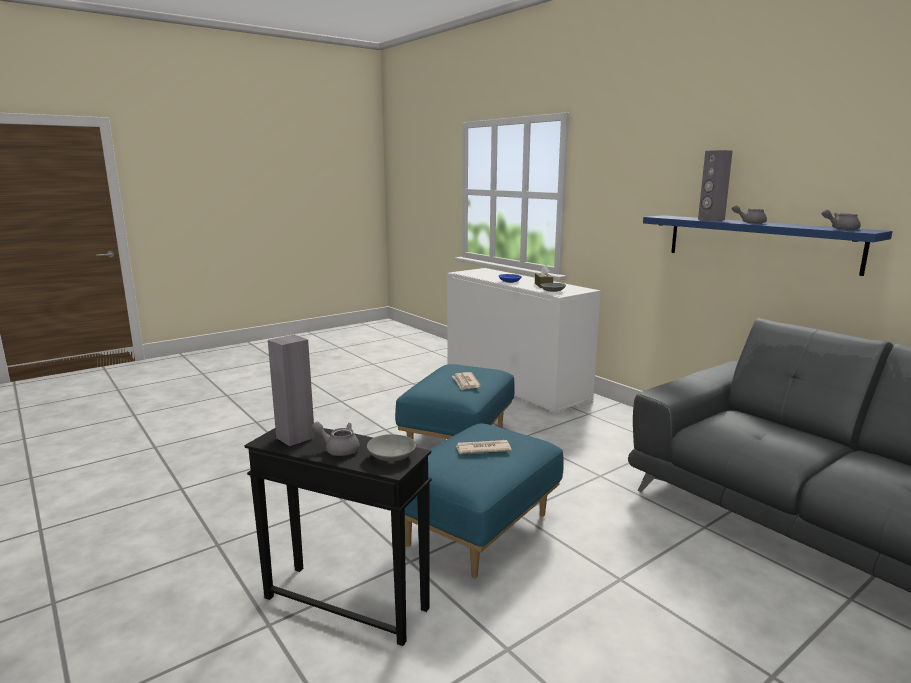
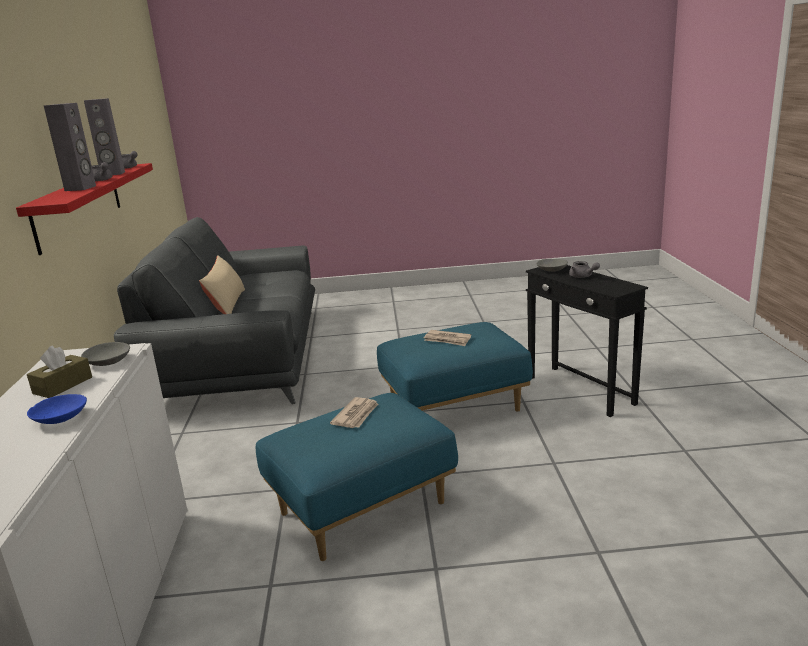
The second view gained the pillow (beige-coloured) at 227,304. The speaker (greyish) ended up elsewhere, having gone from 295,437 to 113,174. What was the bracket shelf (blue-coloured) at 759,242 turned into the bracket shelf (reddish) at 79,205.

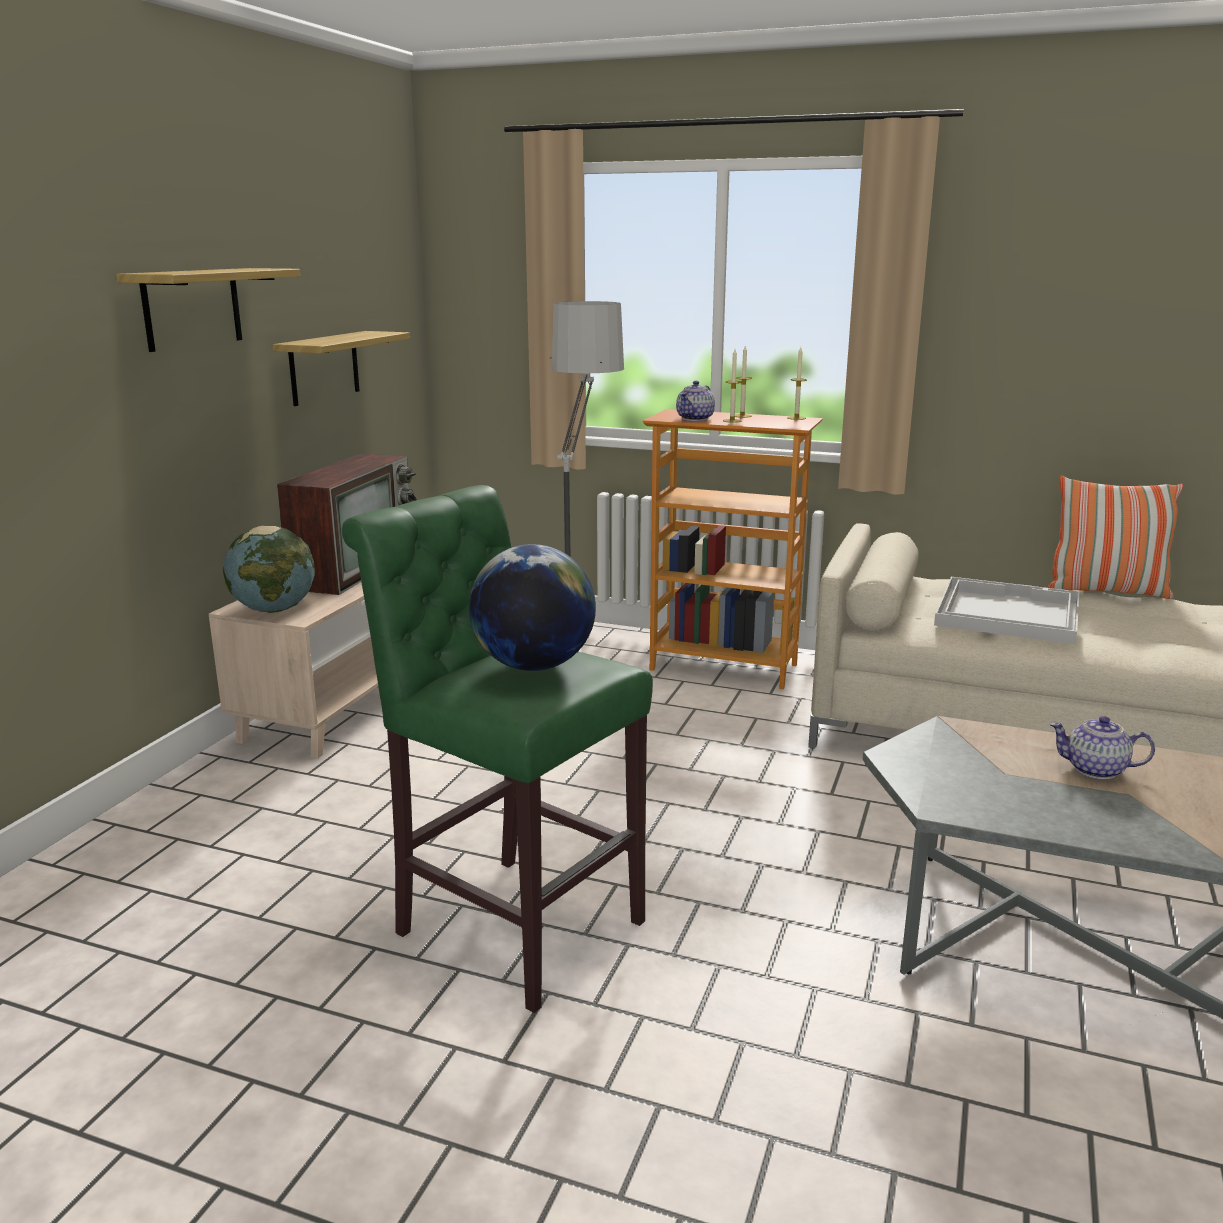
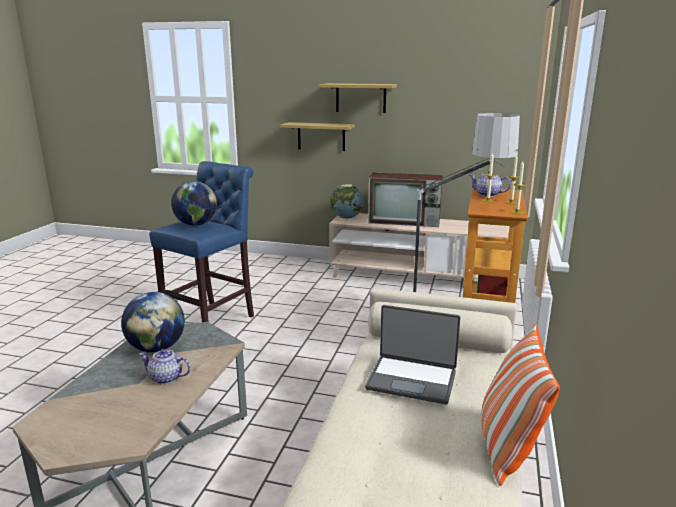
The second view gained the globe at 156,348. The bracket shelf ended up elsewhere, having gone from 324,367 to 321,136. Where the serving tray (whitish) stood at 1006,613, the laptop came to stand at 412,379. What was the stool seat (green-coloured) at 510,923 turned into the stool seat (blue-coloured) at 213,320. The pot for tea at 1096,770 ended up facing another way, 90 degrees counterclockwise from before.

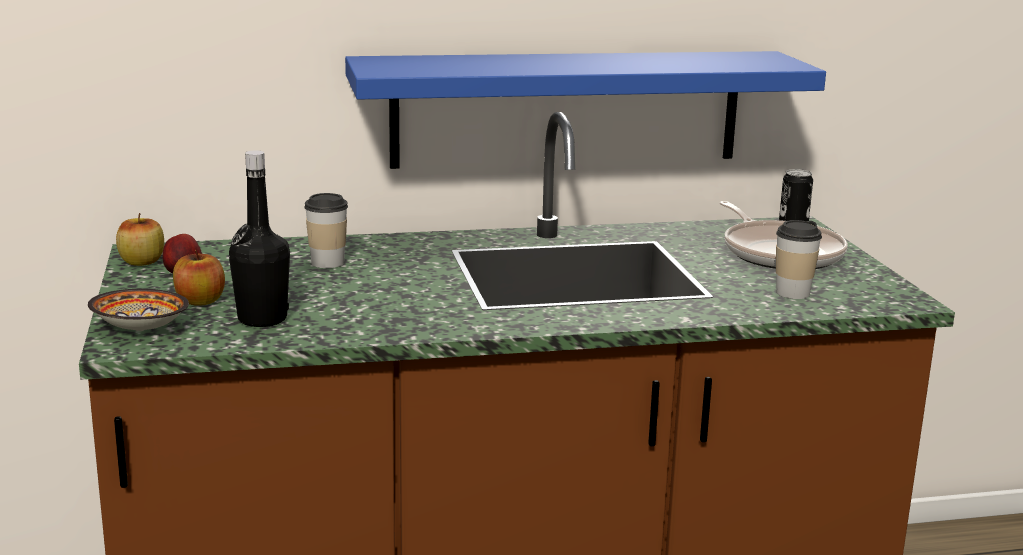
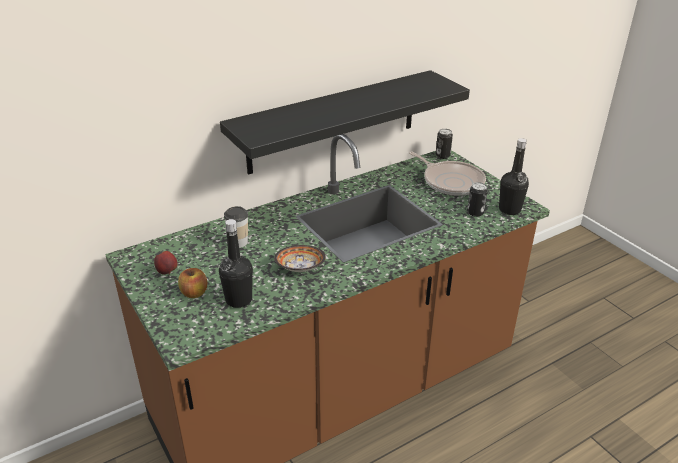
The second view lost the apple at 141,262. The second view gained the drink bottle (blackish) at 509,209. The bowl ended up elsewhere, having gone from 141,330 to 301,269. Where the small cup stood at 792,293, the can came to stand at 475,212. What was the bracket shelf (blue-coloured) at 567,108 turned into the bracket shelf (blackish) at 333,122.

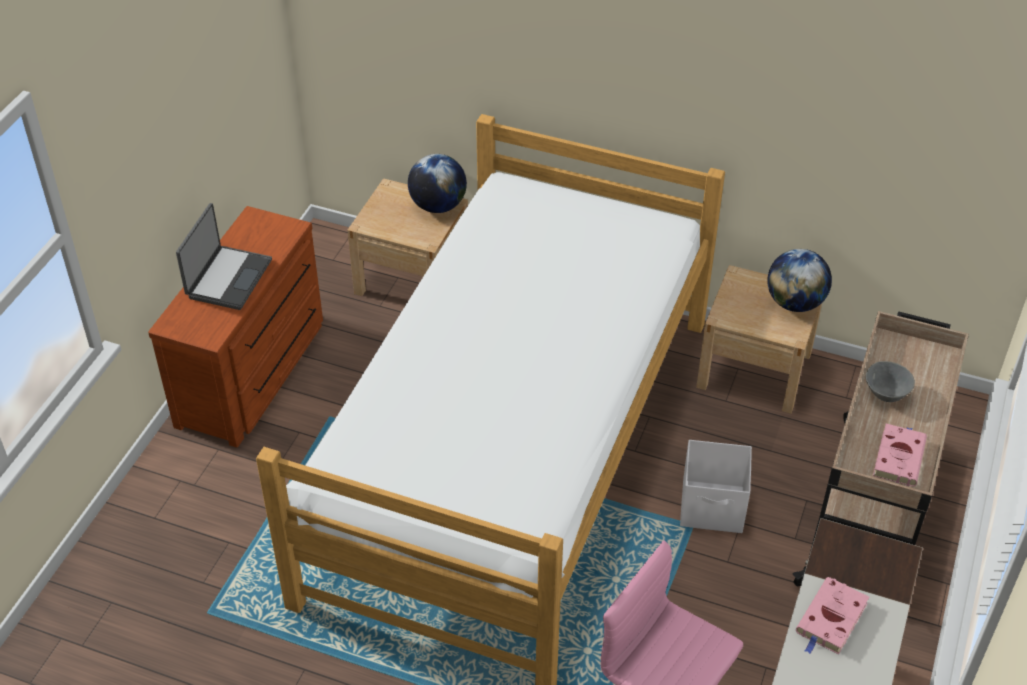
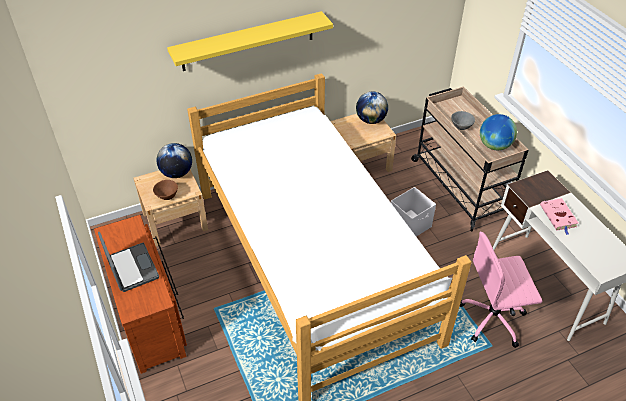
The second view gained the bowl (brown-coloured) at 167,195. The second view gained the bracket shelf (yellow) at 248,41. Where the book (pinkish) stood at 898,456, the globe came to stand at 494,145.

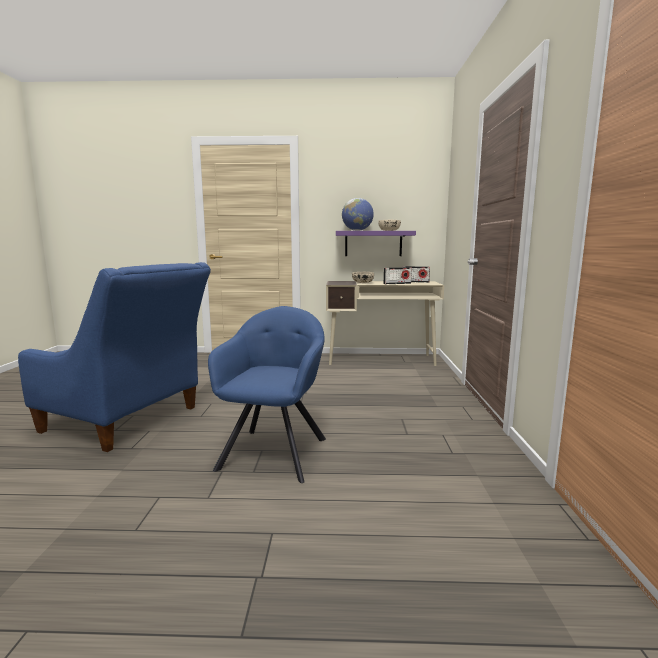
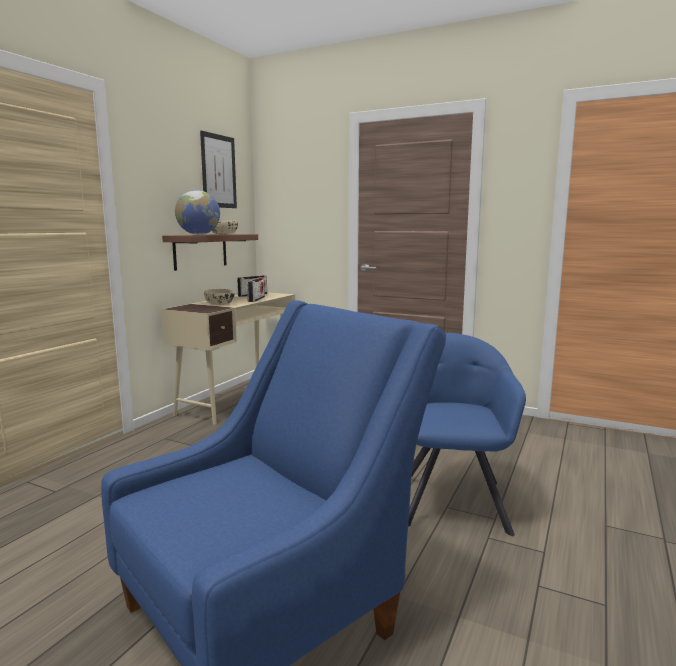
The second view gained the picture at 218,171. What was the bracket shelf (purplish) at 373,243 turned into the bracket shelf (brown-coloured) at 200,251. The lounge chair (blue-coloured) at 275,451 ended up facing another way, 60 degrees clockwise from before.

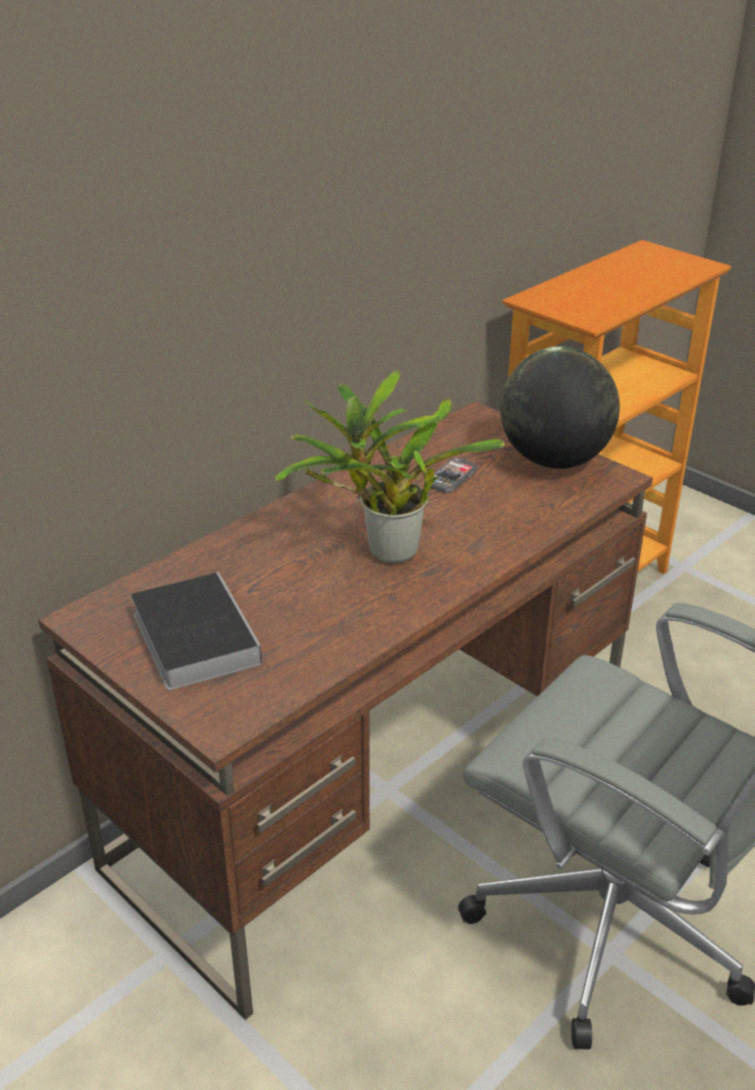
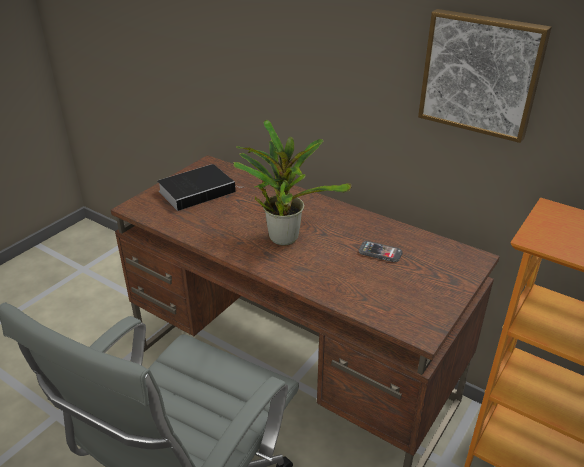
The second view lost the globe at 554,460. The second view gained the picture at 481,74.

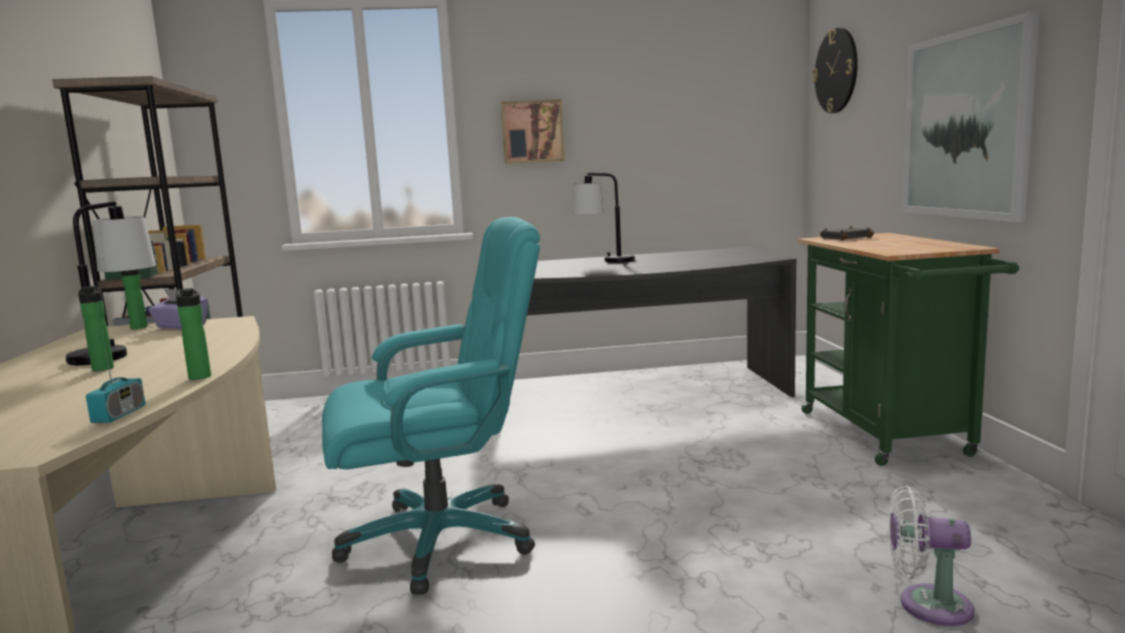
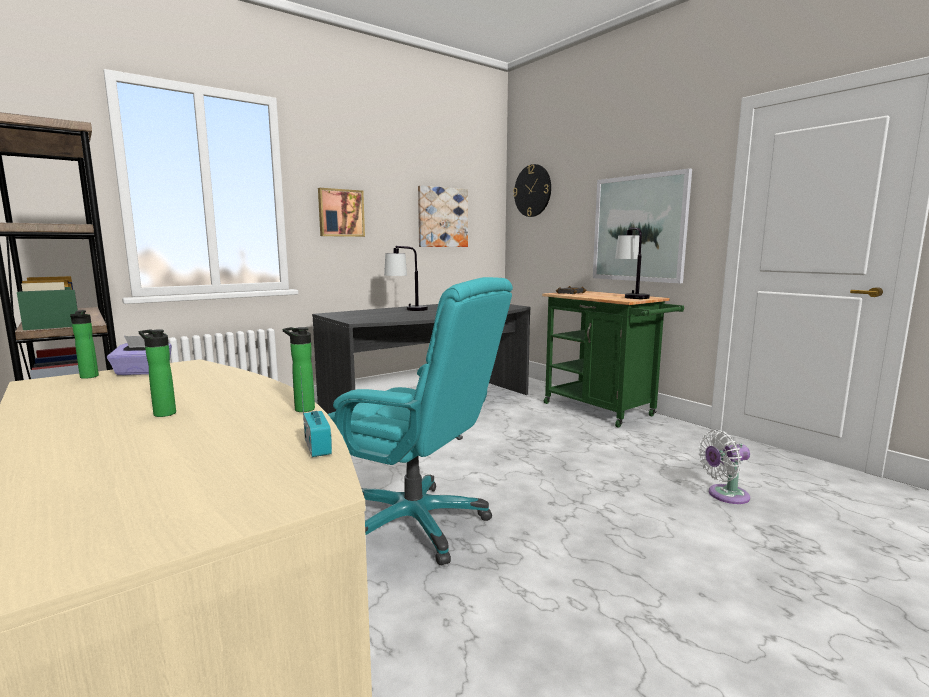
The second view gained the picture at 442,217. The tabletop lamp ended up elsewhere, having gone from 118,352 to 630,297. The desk chair (blue-green) at 441,540 ended up facing another way, 75 degrees clockwise from before.

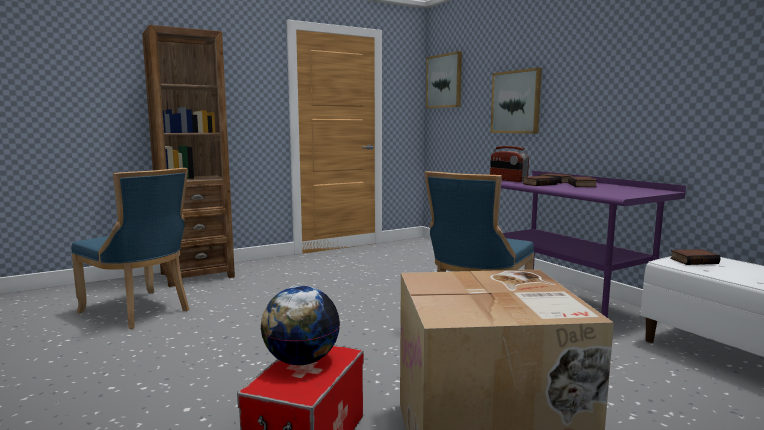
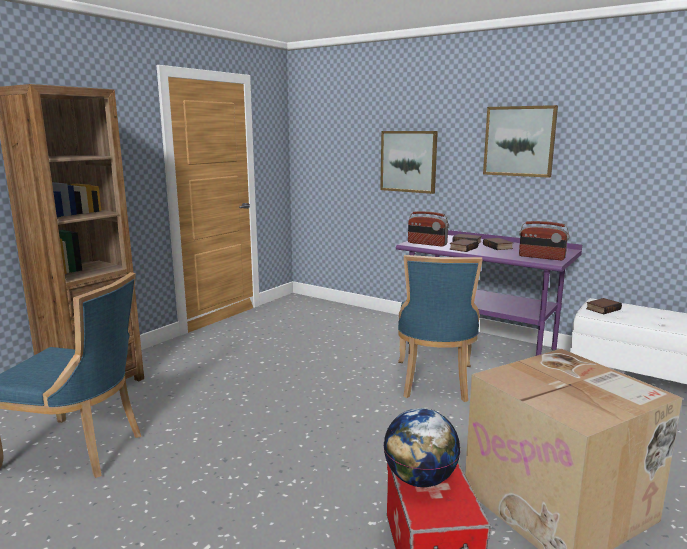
The second view gained the radio set at 541,257. The picture ended up elsewhere, having gone from 444,81 to 519,141.

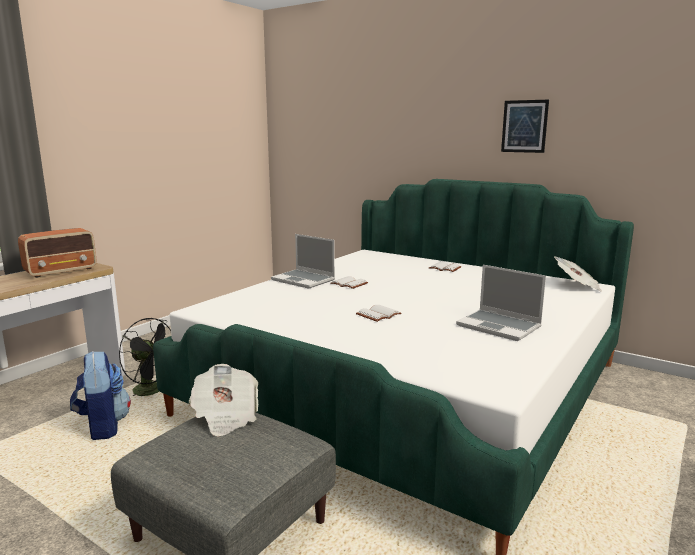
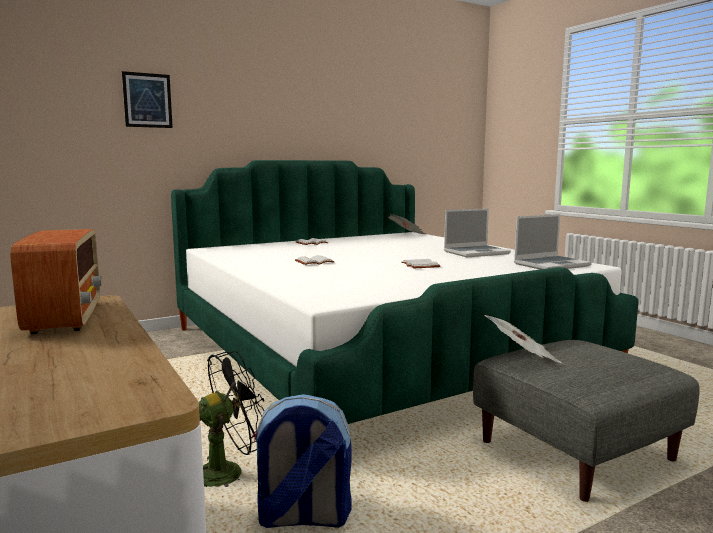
The laptop ended up elsewhere, having gone from 304,280 to 551,265. The picture ended up elsewhere, having gone from 524,126 to 147,100.

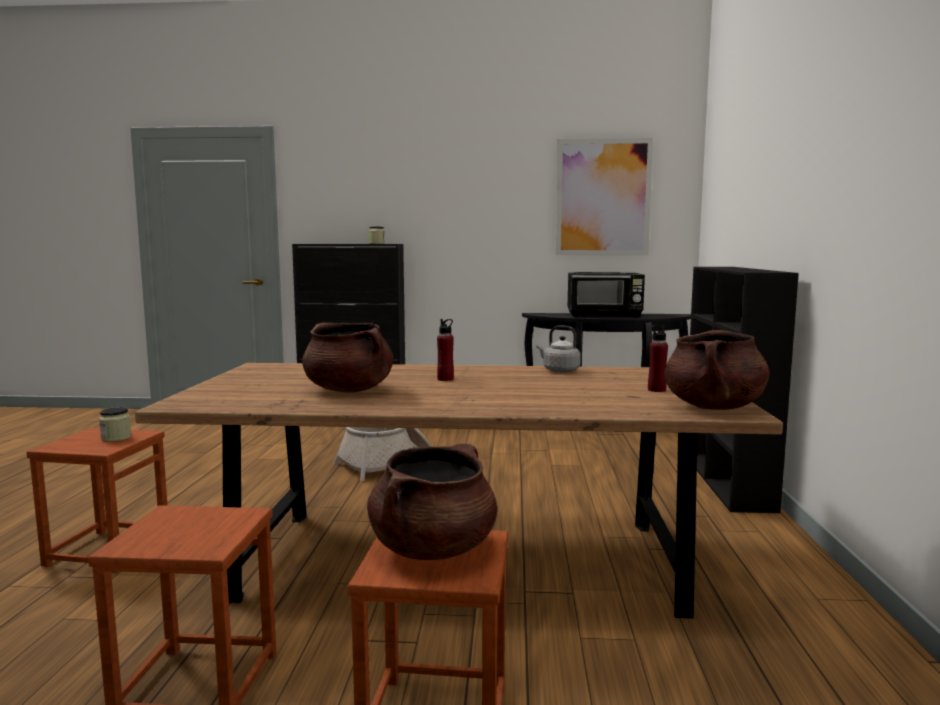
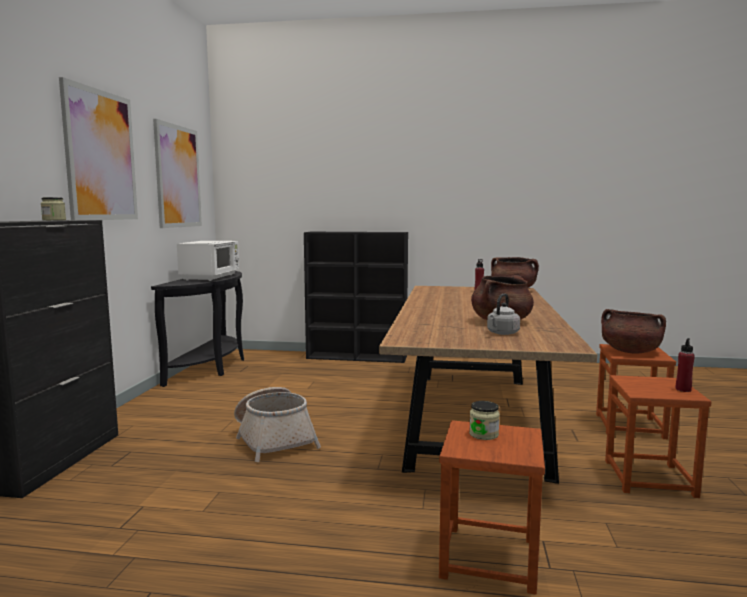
The second view gained the picture at 100,156. The drink bottle (reddish) ended up elsewhere, having gone from 445,379 to 683,389. The water kettle (greyish) ended up elsewhere, having gone from 559,370 to 502,333. What was the microwave oven (blackish) at 604,316 turned into the microwave oven (whitish) at 211,277.

